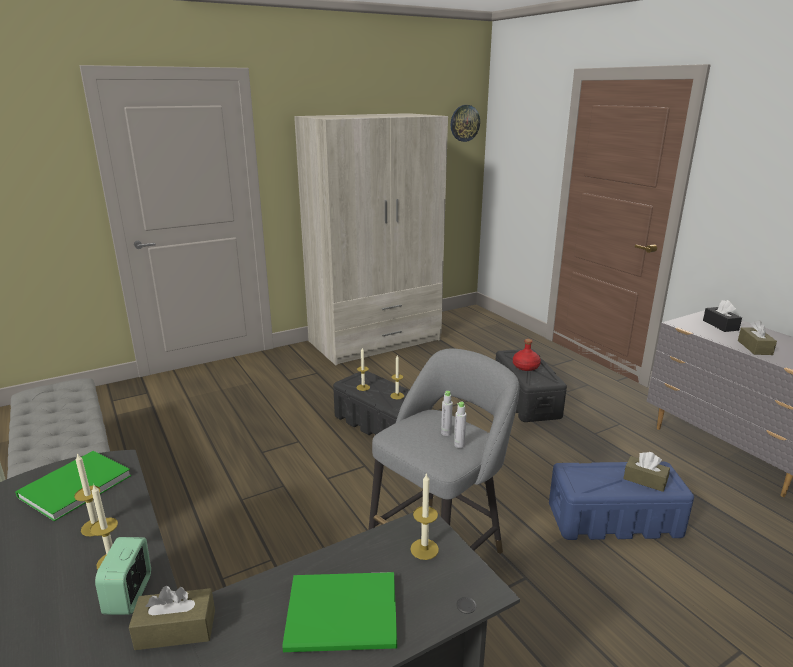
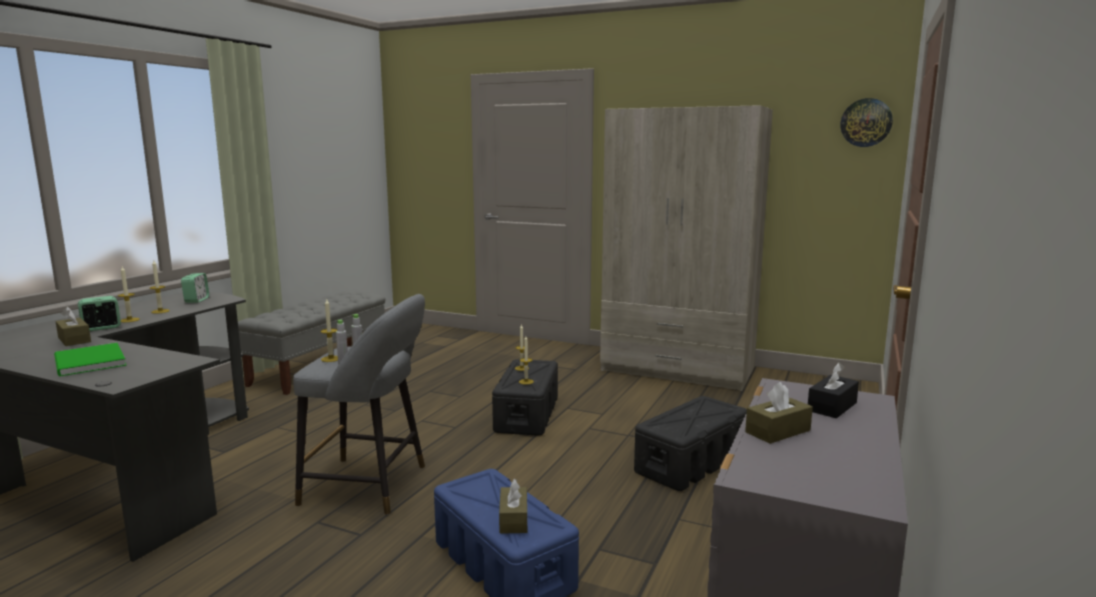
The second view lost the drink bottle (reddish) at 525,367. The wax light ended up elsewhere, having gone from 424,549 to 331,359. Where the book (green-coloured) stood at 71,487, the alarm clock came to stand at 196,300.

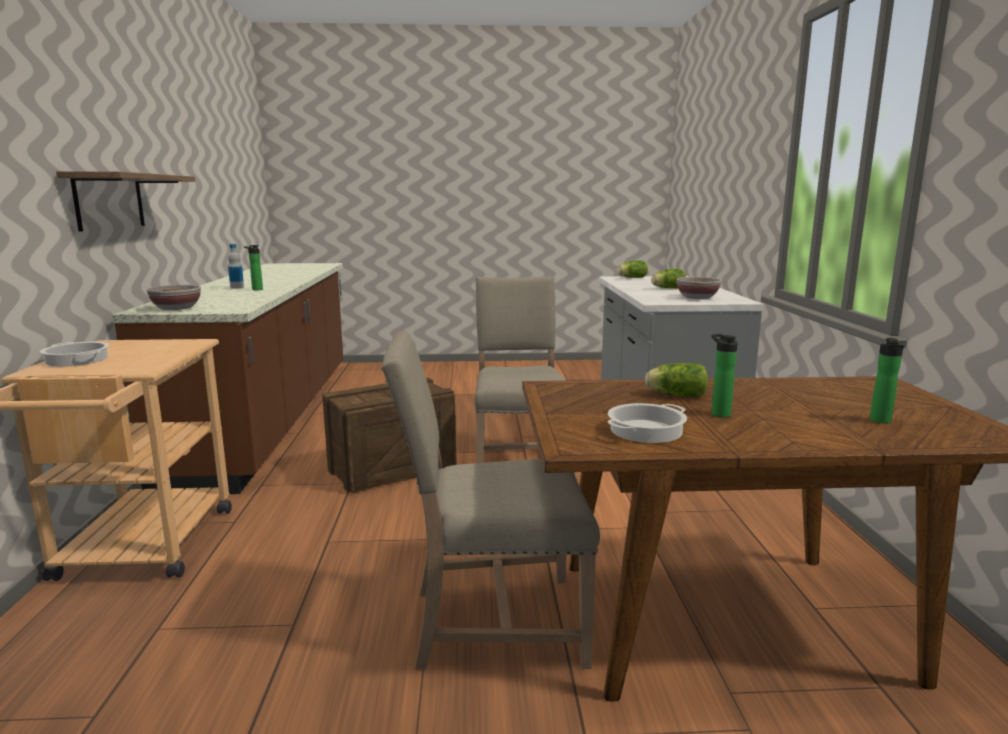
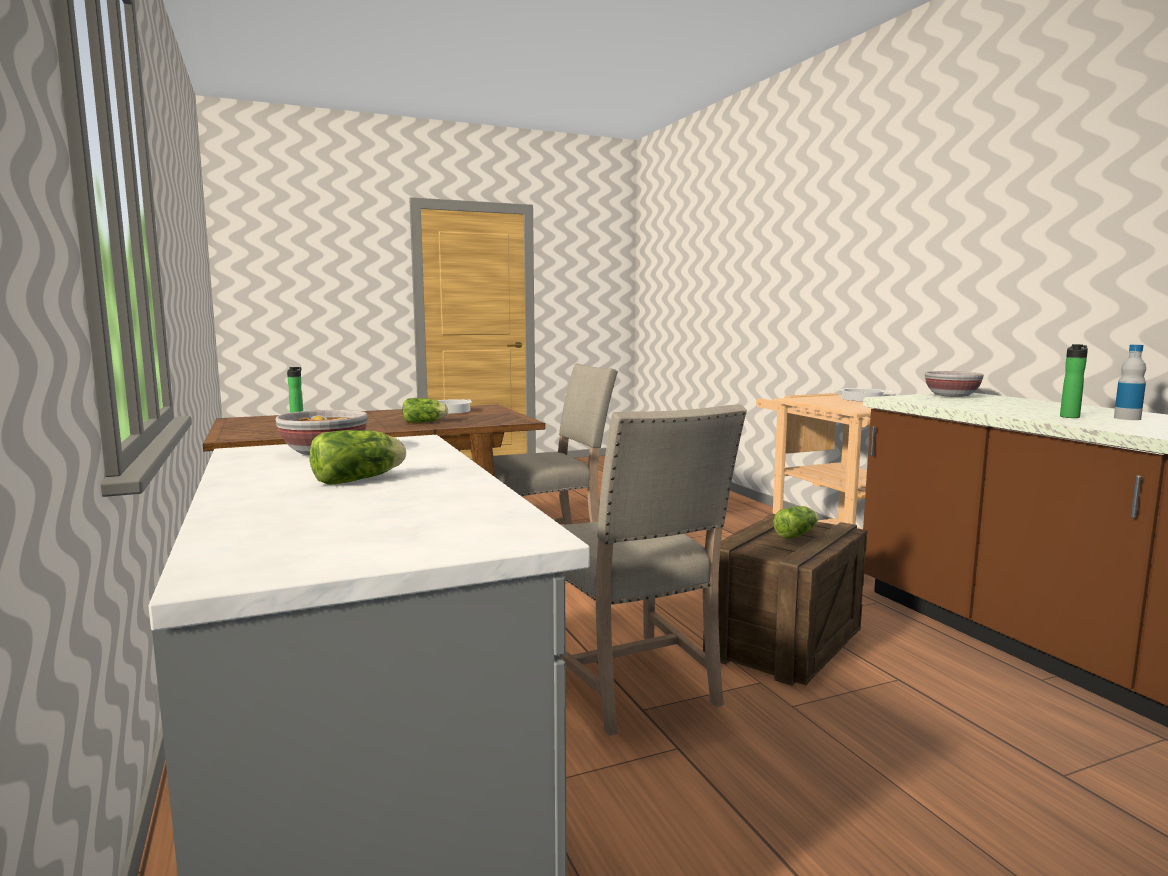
The second view lost the bracket shelf at 109,201. The second view lost the drink bottle at 718,413. The head of lettuce ended up elsewhere, having gone from 631,278 to 797,534.

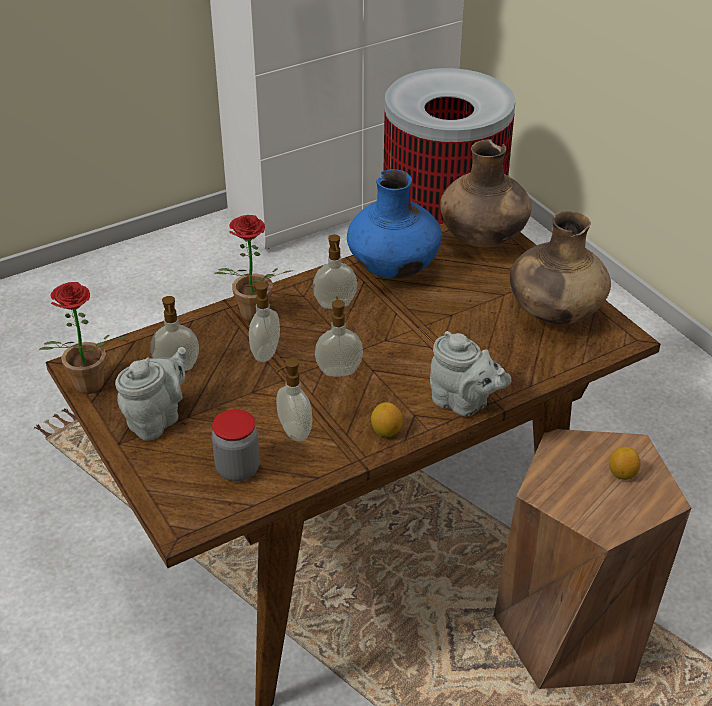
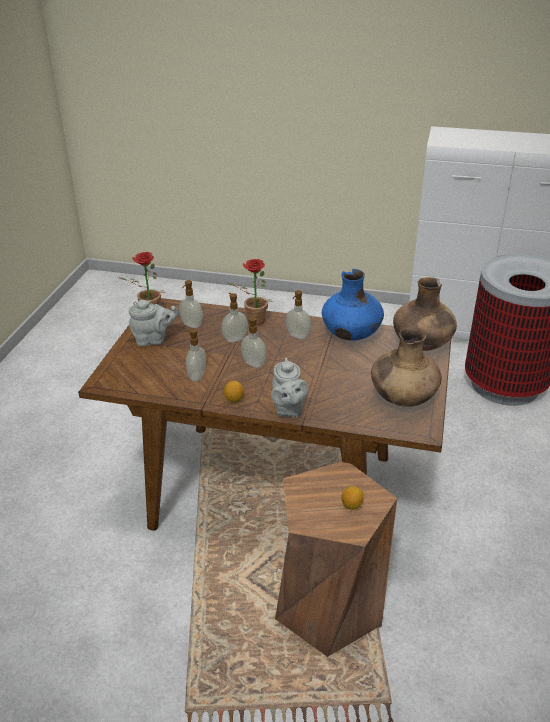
The second view lost the jar at 238,469.

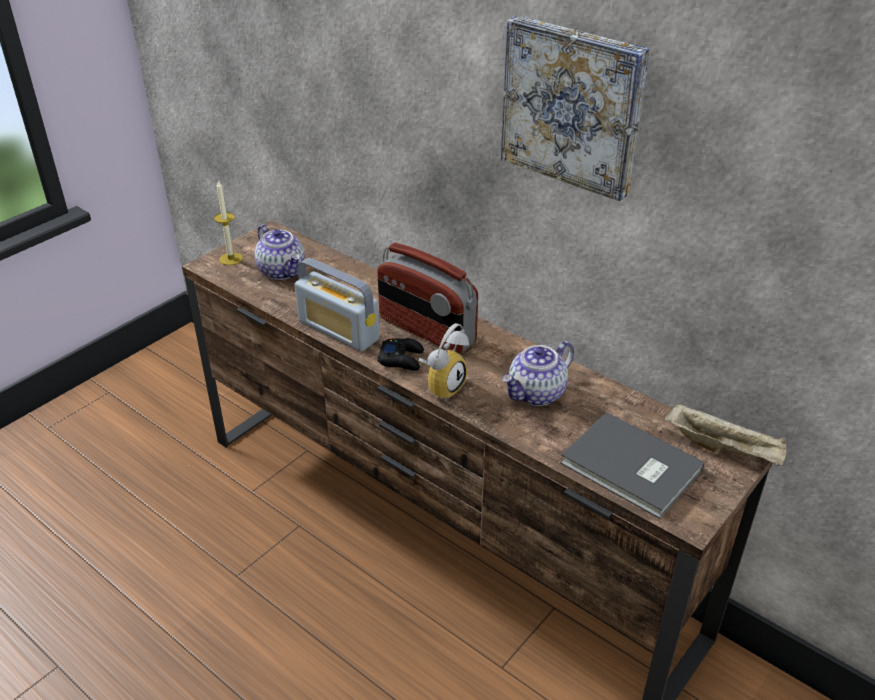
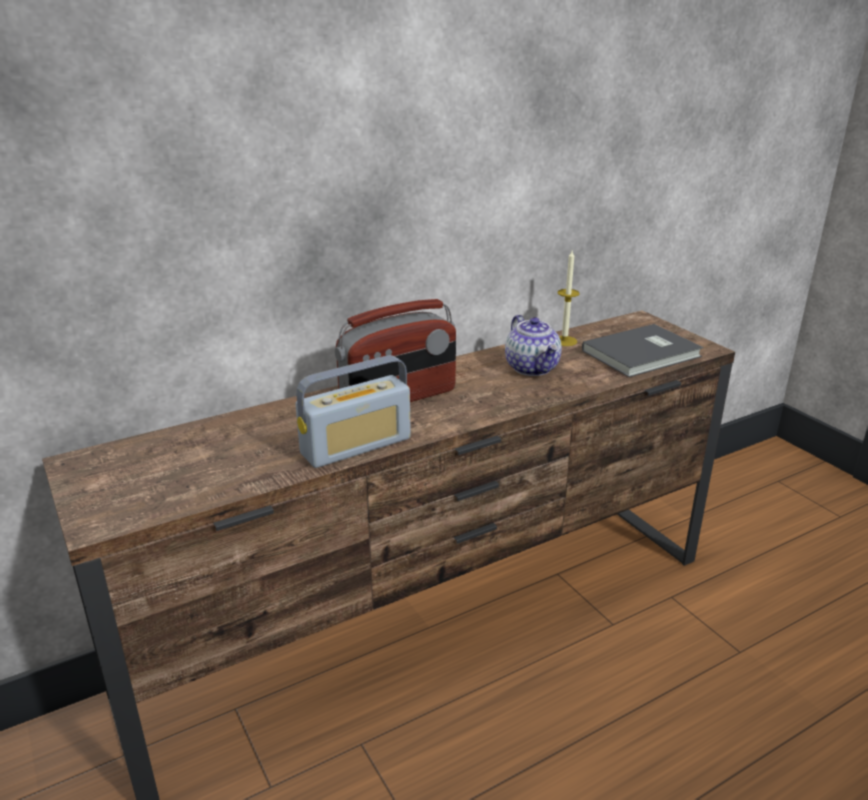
The second view lost the pot for tea at 282,271. The second view lost the game controller (blackish) at 402,359. The second view lost the alarm clock at 442,386. The second view lost the picture at 574,105. The second view lost the serving tray (beige-coloured) at 724,449. The wax light ended up elsewhere, having gone from 231,259 to 564,341.

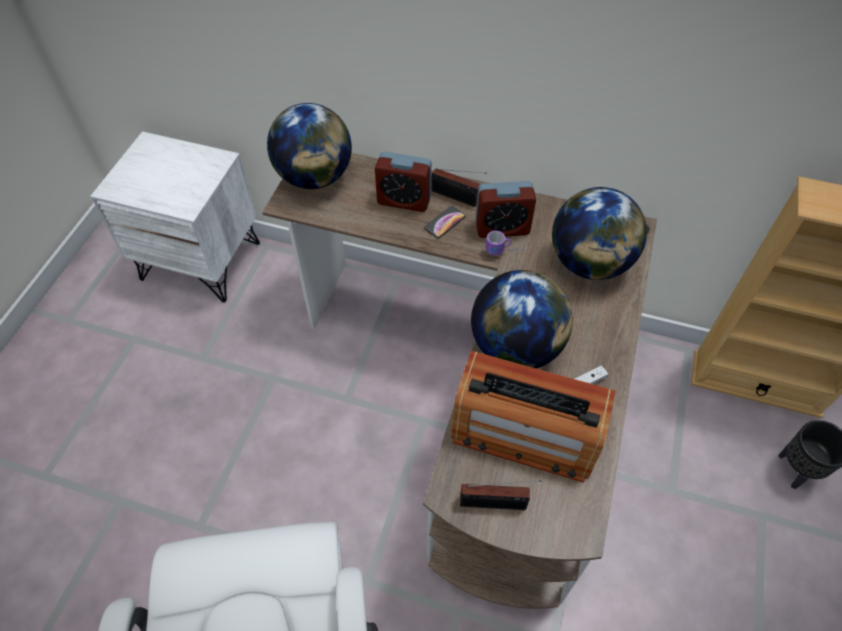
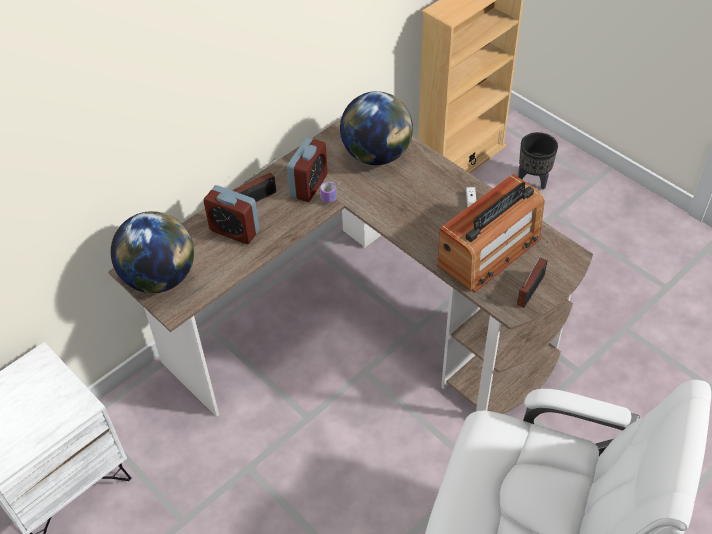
The second view lost the telephone at 445,222. The second view lost the globe at 515,347. The alarm clock at 404,200 ended up facing another way, 75 degrees clockwise from before.

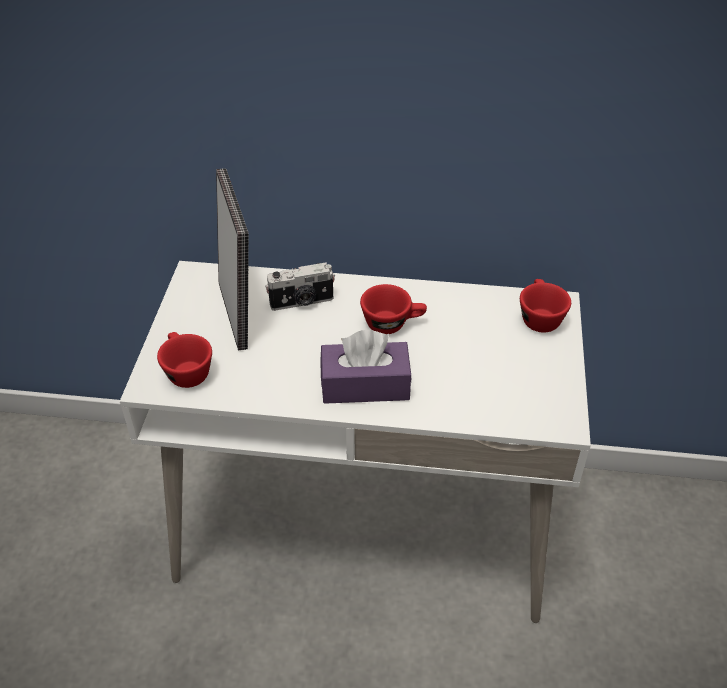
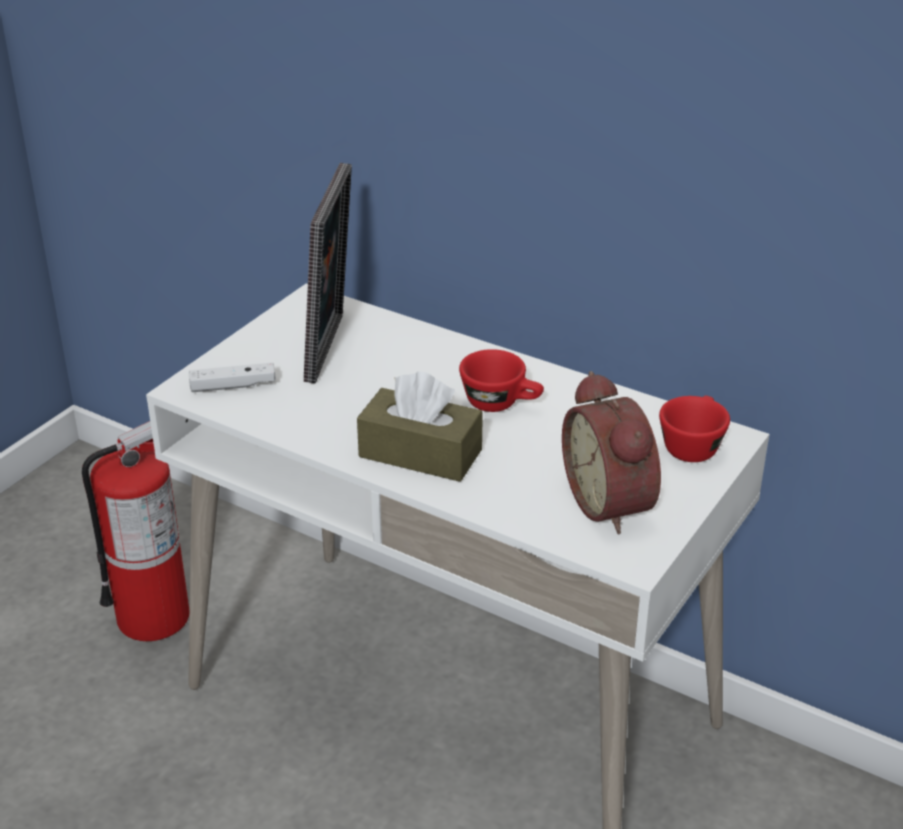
The second view lost the photo camera at 302,302. The second view gained the extinguisher at 154,616. The second view gained the alarm clock at 613,503. Where the small cup (reddish) stood at 185,371, the game controller (whitish) came to stand at 233,386. What was the tissue holder (purplish) at 365,385 turned into the tissue holder (brown-coloured) at 420,453.

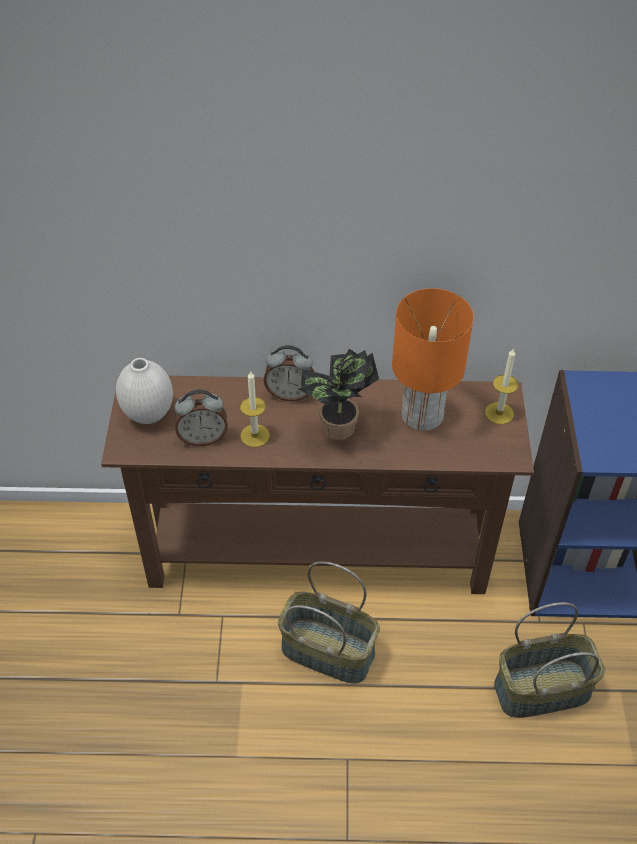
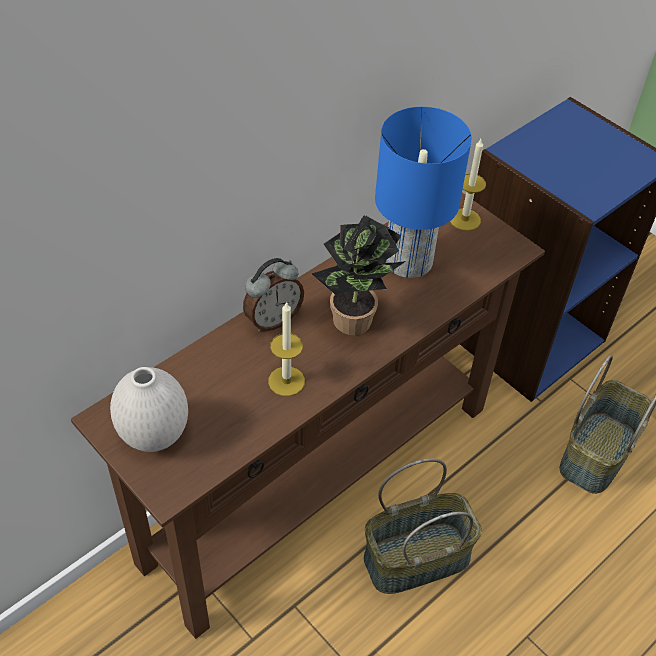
The second view lost the alarm clock at 203,438. What was the tabletop lamp (orange-coloured) at 422,414 turned into the tabletop lamp (blue-coloured) at 407,261.

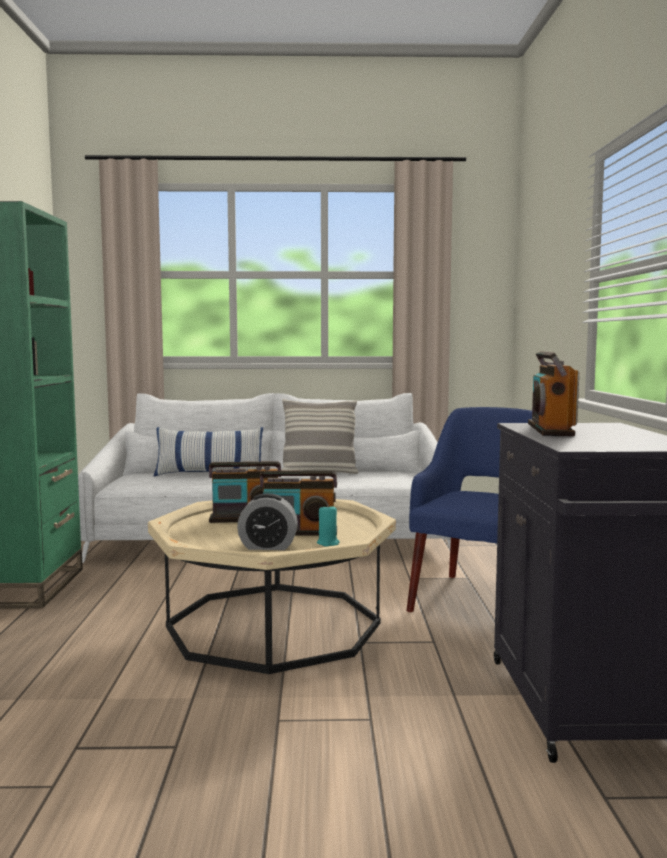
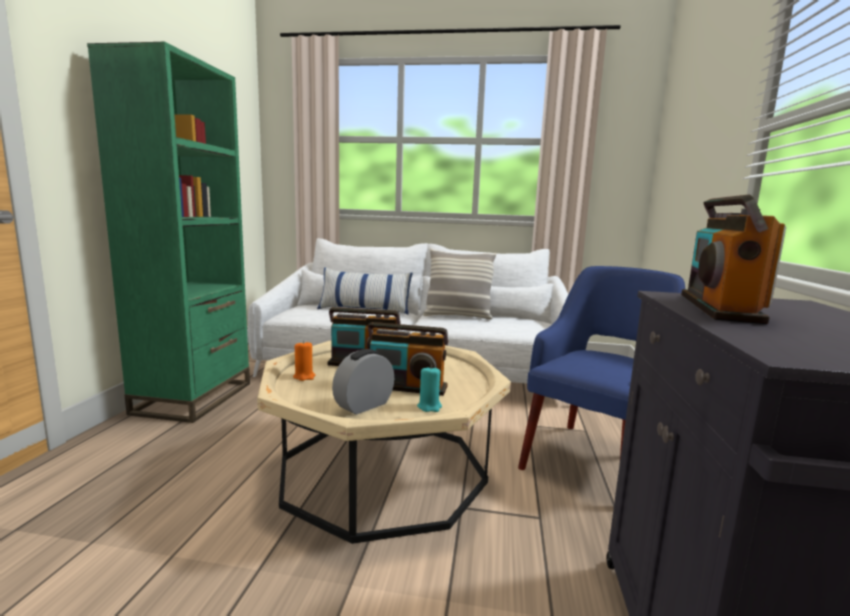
The second view gained the wax light (orange-coloured) at 304,376. The alarm clock at 268,547 ended up facing another way, 120 degrees clockwise from before.

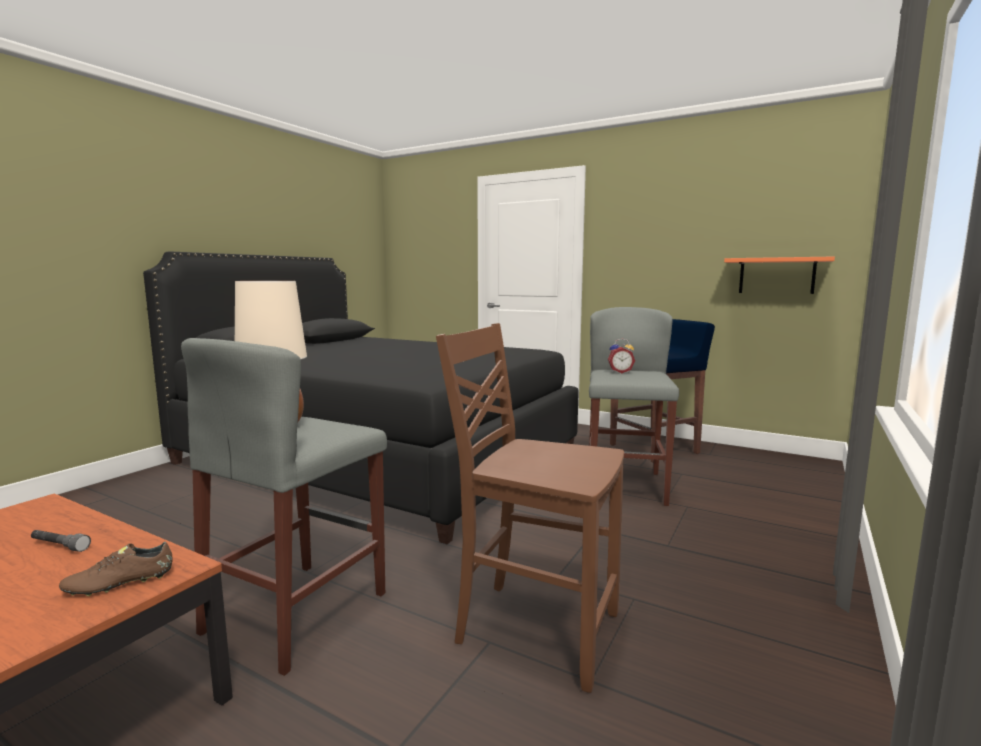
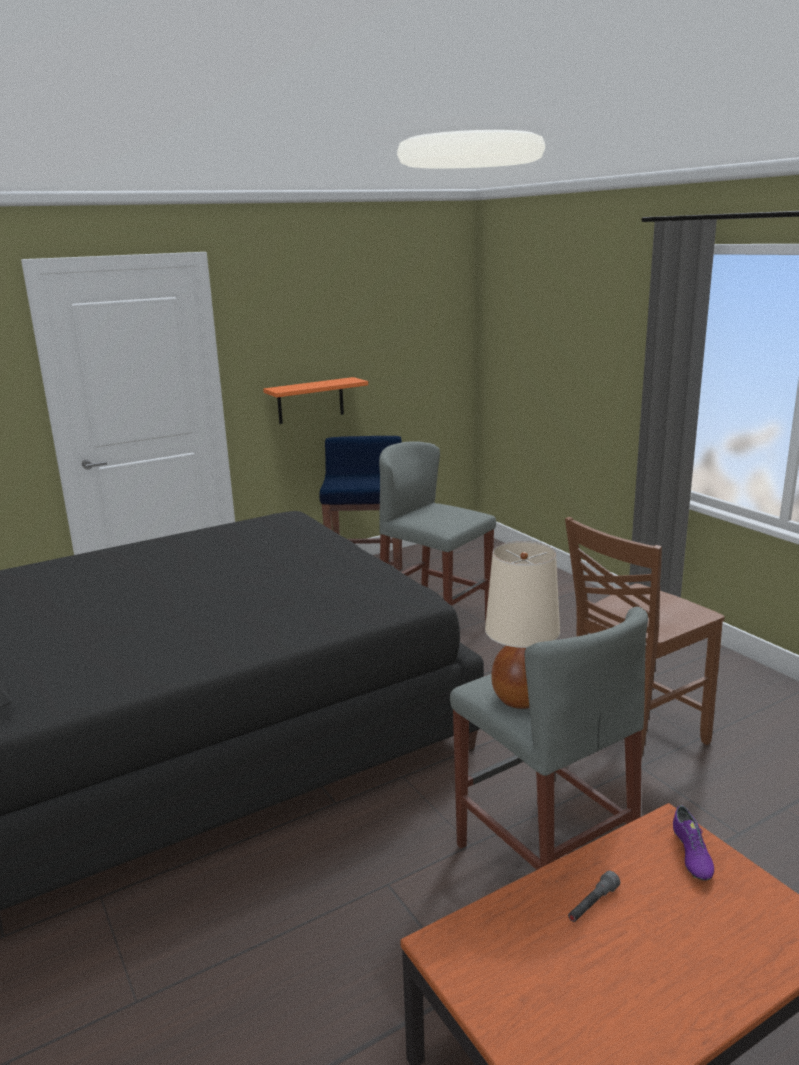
The second view lost the alarm clock at 620,372. The bracket shelf (orange-coloured) ended up elsewhere, having gone from 776,275 to 310,400. What was the shoe (brown-coloured) at 119,583 turned into the shoe (purplish) at 691,855.

